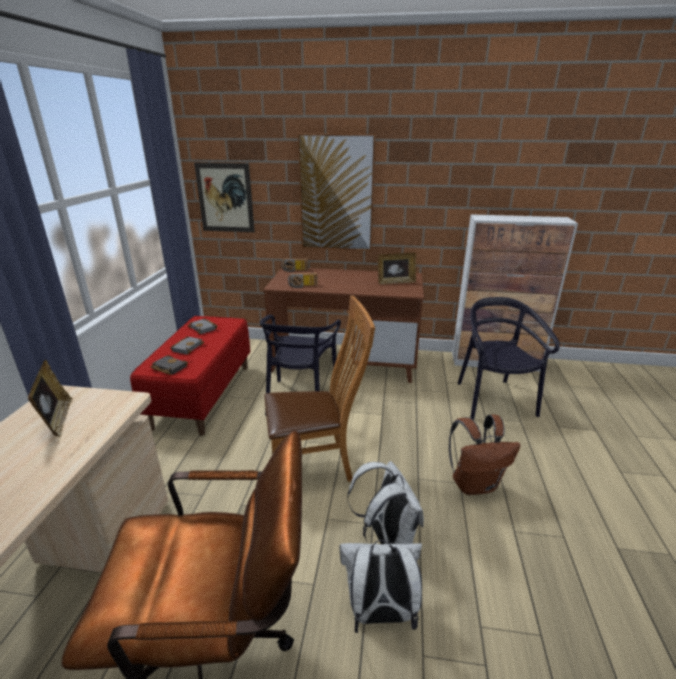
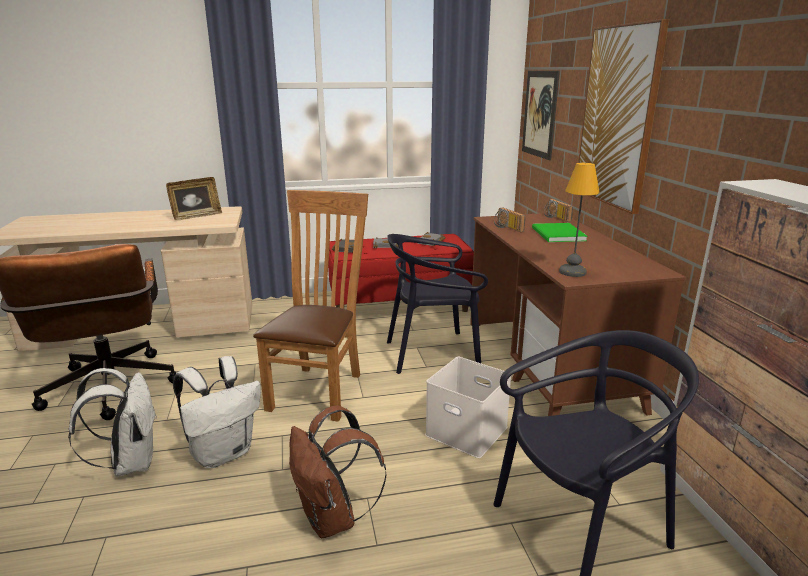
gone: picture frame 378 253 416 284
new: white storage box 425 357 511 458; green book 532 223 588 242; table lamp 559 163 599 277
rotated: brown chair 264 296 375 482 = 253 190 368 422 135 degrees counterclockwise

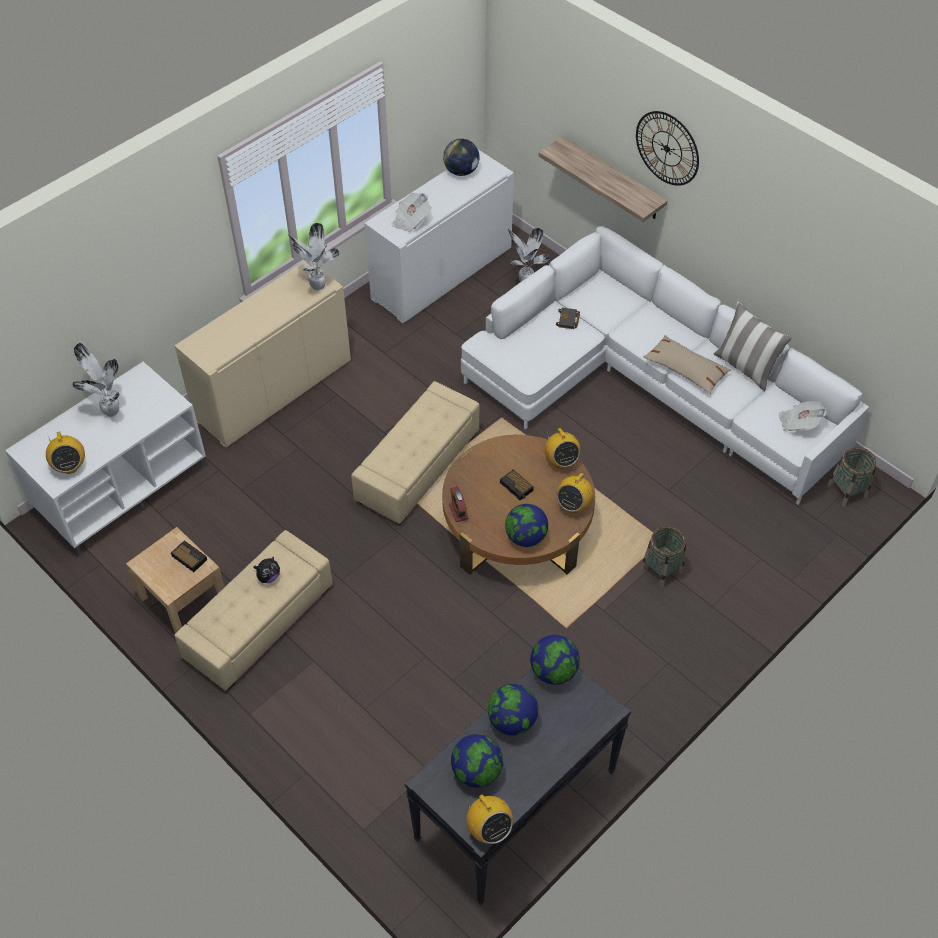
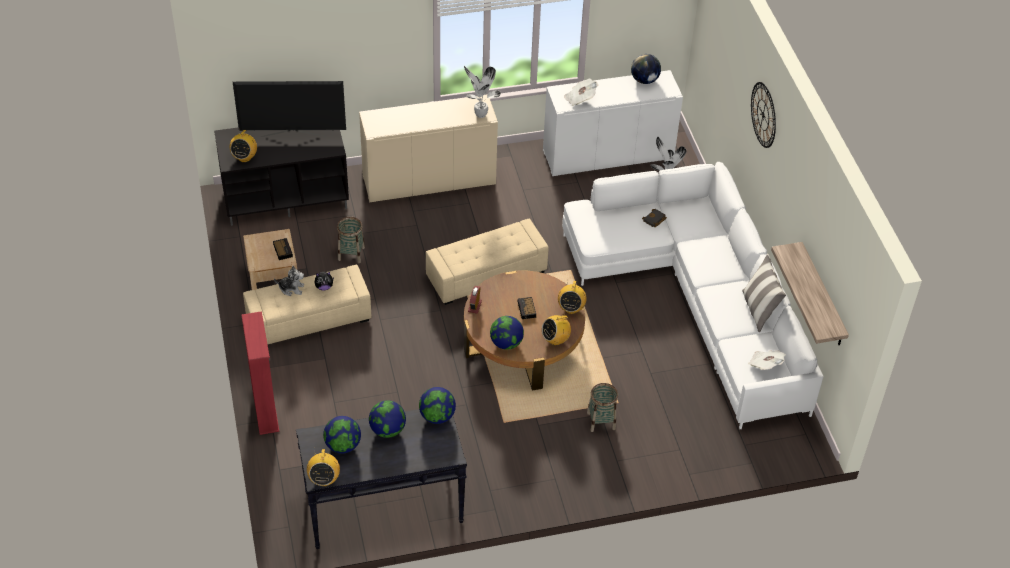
gone: beige pillow 643 335 731 394
new: red bookcase 241 311 280 435; plush toy 274 266 304 296
shifted: shelf 539 136 667 222 to 771 242 849 346; basket 827 447 876 506 to 337 217 365 263
swapped: potted plant 72 343 120 417 to television 233 81 346 137
repainted: white tv stand 5 362 206 556 to black tv stand 214 127 349 226

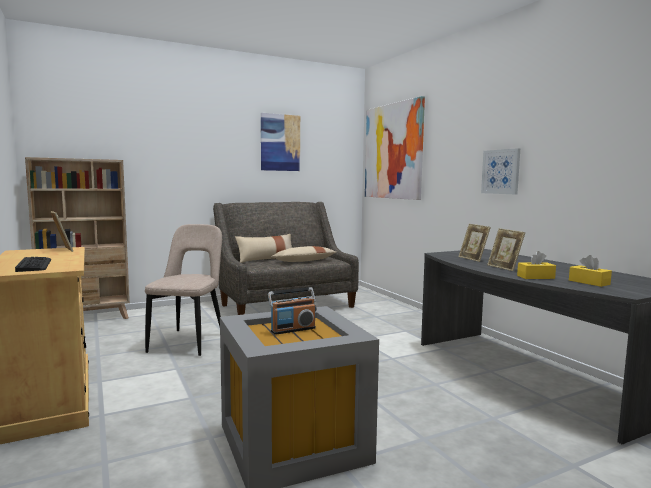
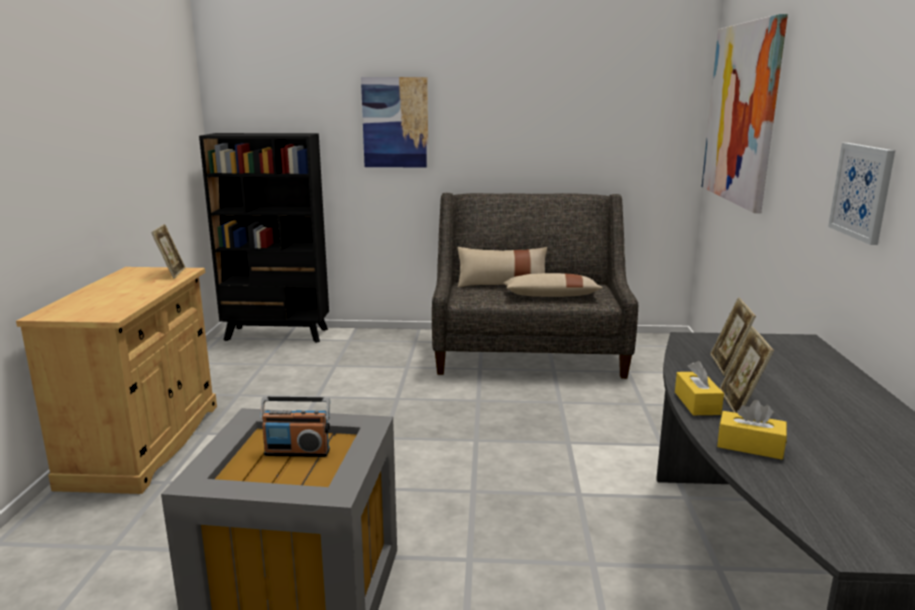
gone: keyboard 15 257 51 272; beige chair 145 224 222 356
shifted: picture 261 113 300 171 to 361 77 429 168; yellow tissue box 569 255 612 287 to 675 361 724 415
repainted: beige bookcase 25 157 130 319 to black bookcase 199 133 329 343

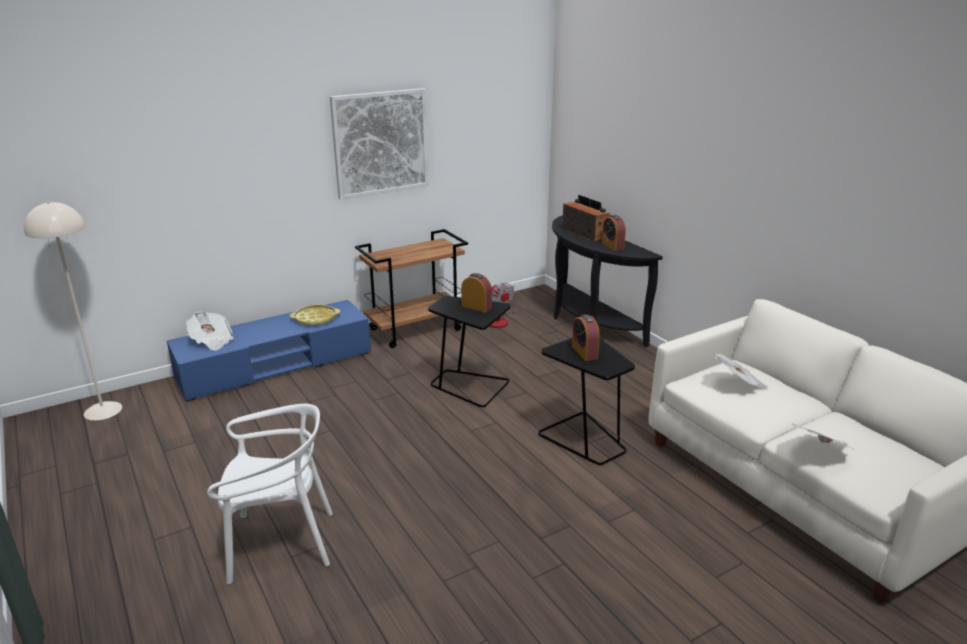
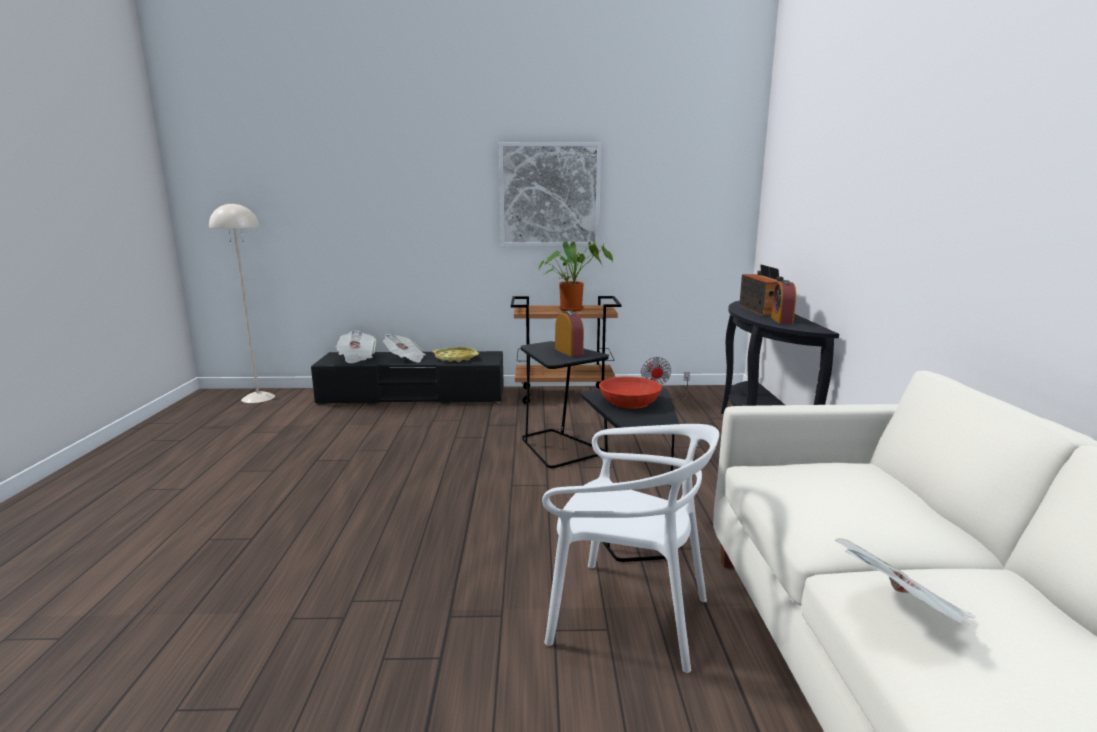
new: potted plant 538 241 613 312
shifted: white chair 207 404 333 584 to 542 424 719 673; newspaper 715 354 768 387 to 383 334 426 362
swapped: alarm clock 572 314 600 361 to red bowl 599 377 662 409
repainted: blue tv stand 167 300 371 402 to black tv stand 311 351 504 405

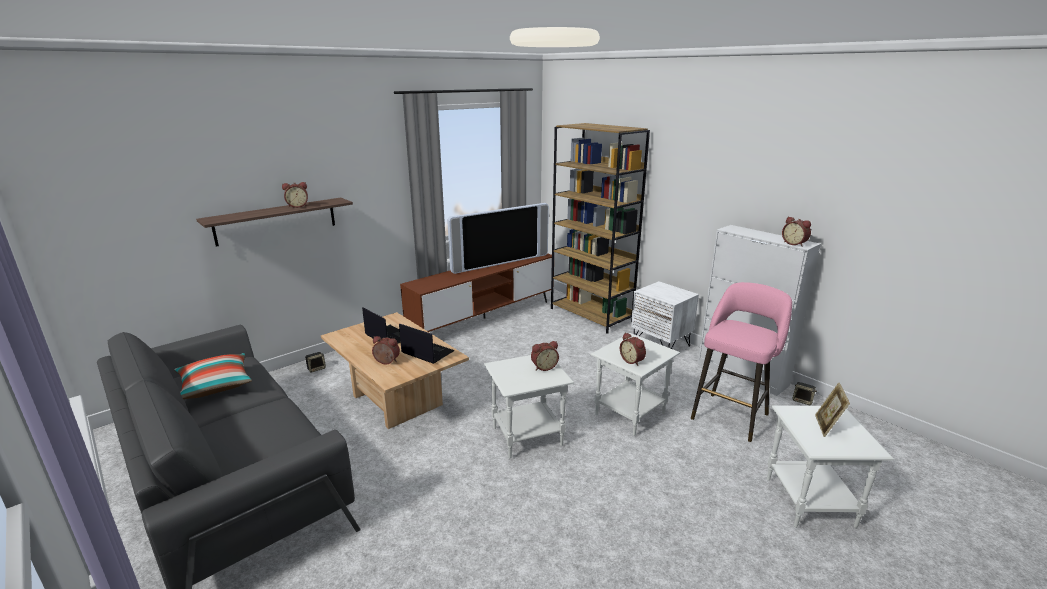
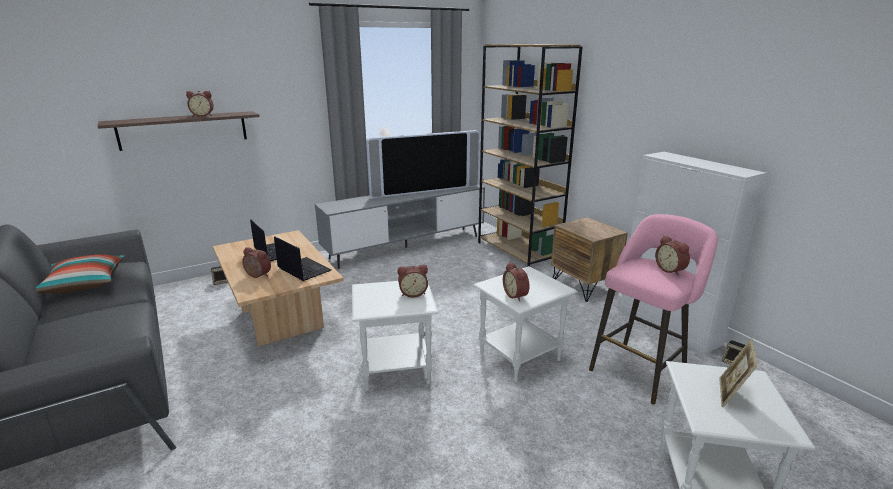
shifted: alarm clock 782 217 811 247 to 655 236 690 276
repainted: brown tv stand 400 253 554 332 to grey tv stand 315 185 485 269; white nightstand 631 281 699 349 to brown nightstand 551 217 628 302

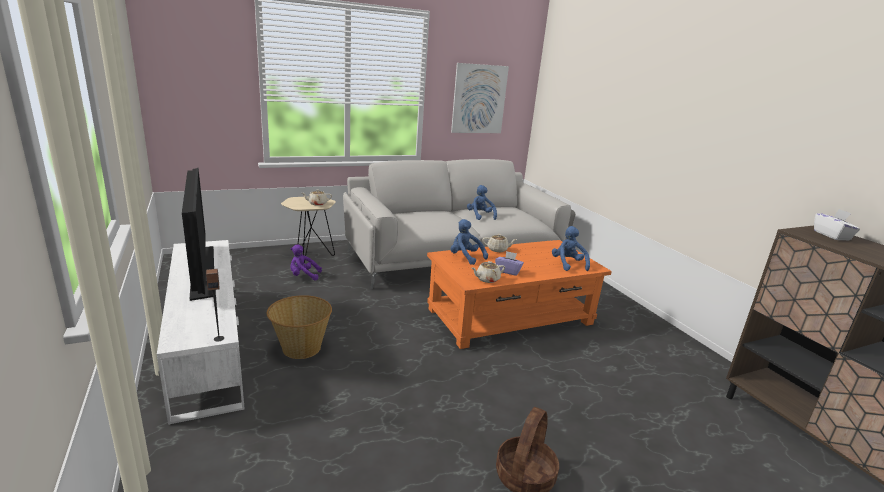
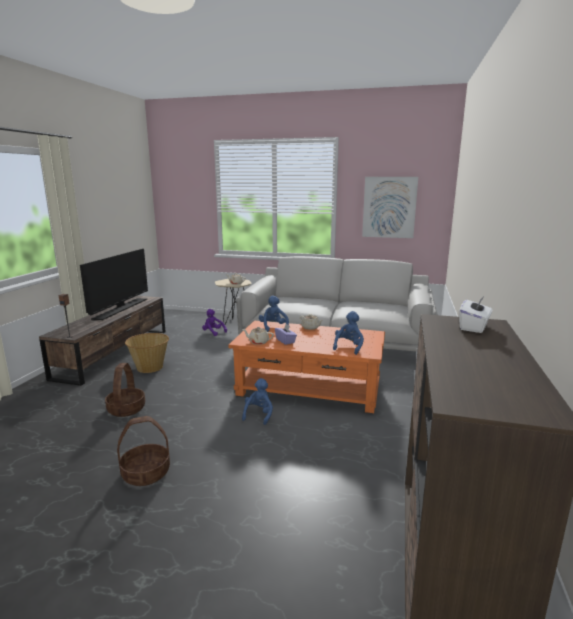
new: basket 105 363 145 417
shifted: blue plush toy 467 185 497 220 to 242 378 273 425
repainted: white tv stand 157 240 245 425 to brown tv stand 39 296 165 386

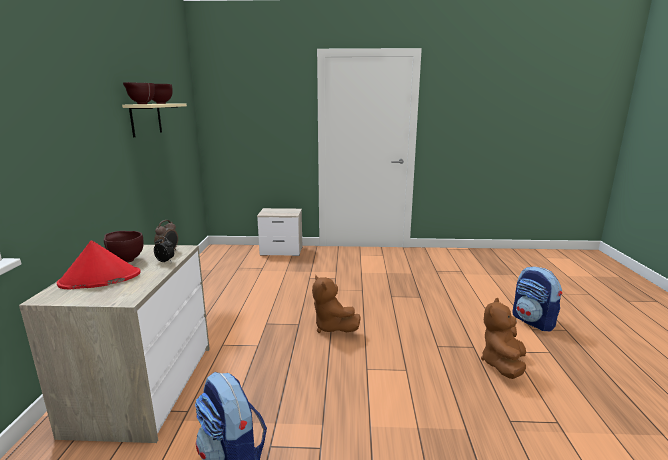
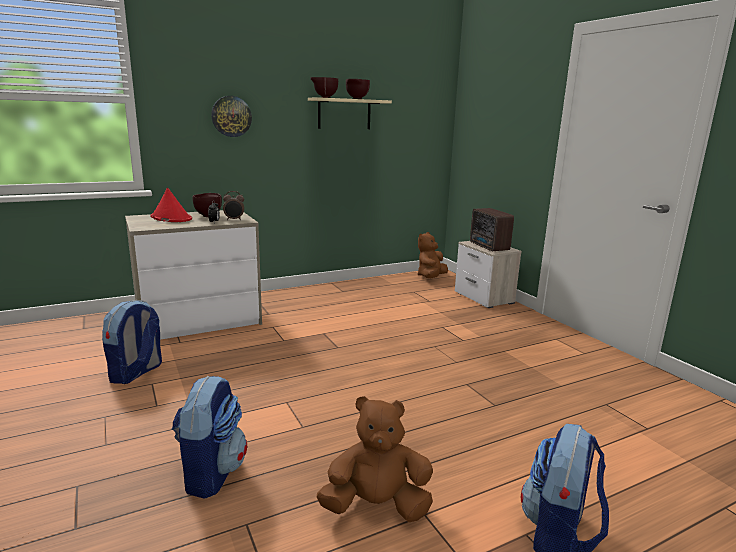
new: backpack 171 376 247 499; wall clock 211 96 252 137; radio 470 208 514 251
shifted: brown plush toy 312 275 361 333 to 418 232 448 278

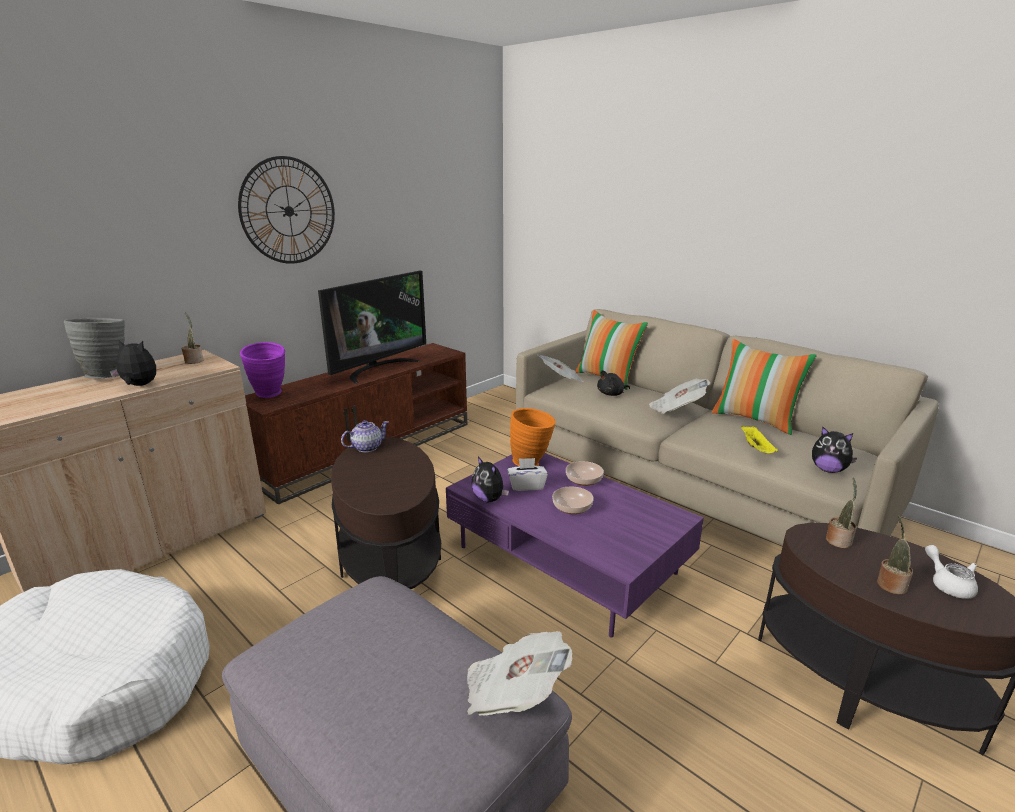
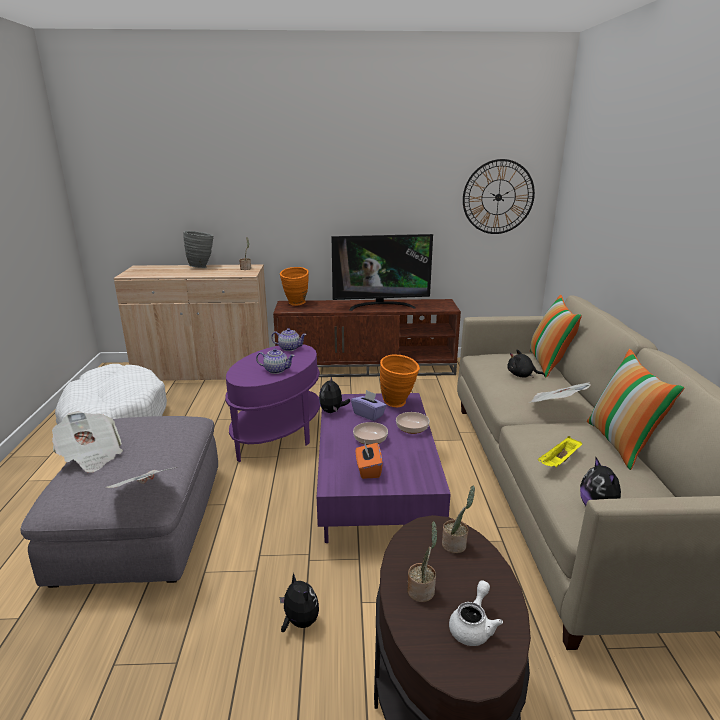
new: teapot 256 348 295 374; orange tissue box 356 443 383 479
shifted: plush toy 110 339 156 386 to 280 573 319 632; wall clock 238 156 335 264 to 463 159 535 234; newspaper 538 355 584 382 to 52 411 123 472
repainted: purple vase 240 342 285 398 to orange vase 280 267 309 306; brown side table 331 437 441 589 to purple side table 225 344 320 462; white tissue box 507 458 548 491 to purple tissue box 351 390 387 421

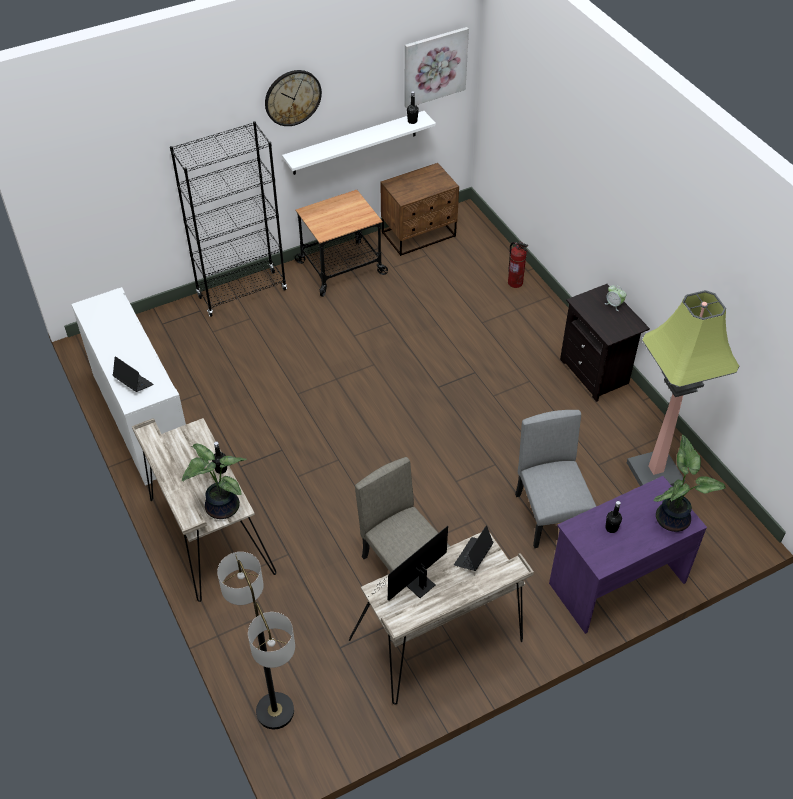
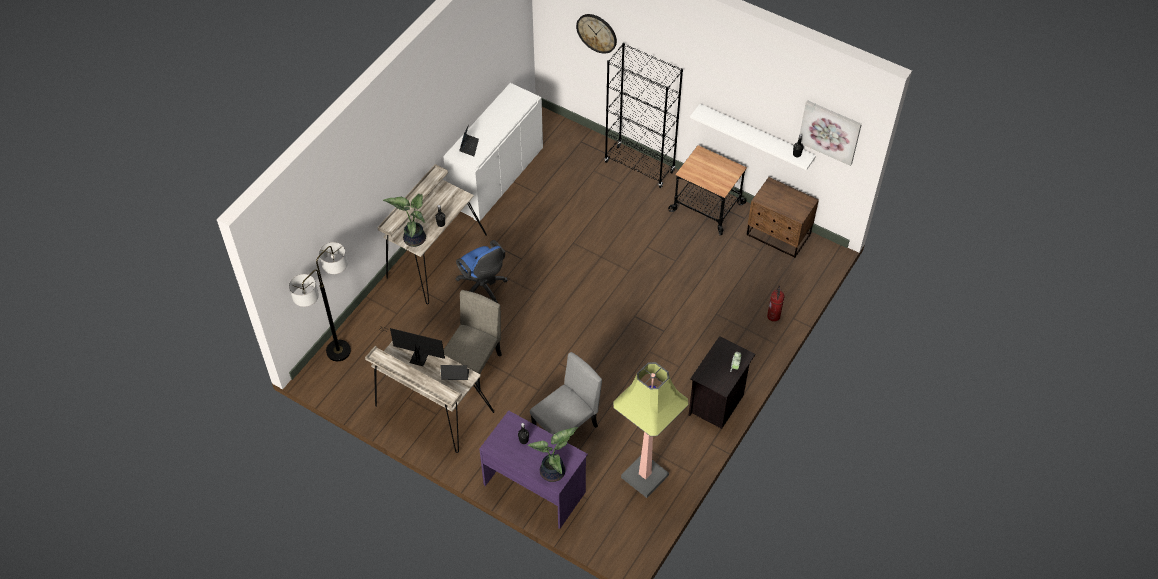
new: blue office chair 455 240 508 303
shifted: wall clock 265 70 322 126 to 576 14 617 54

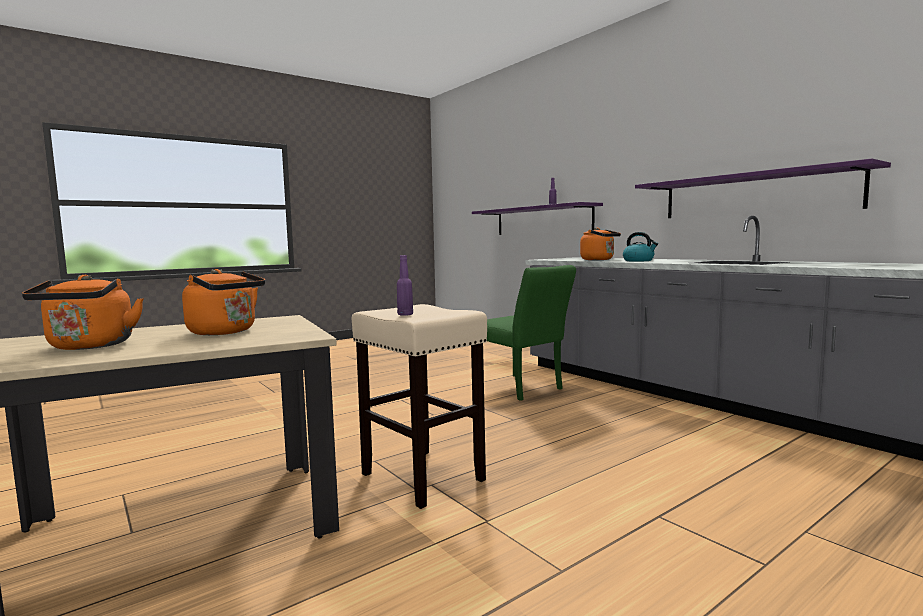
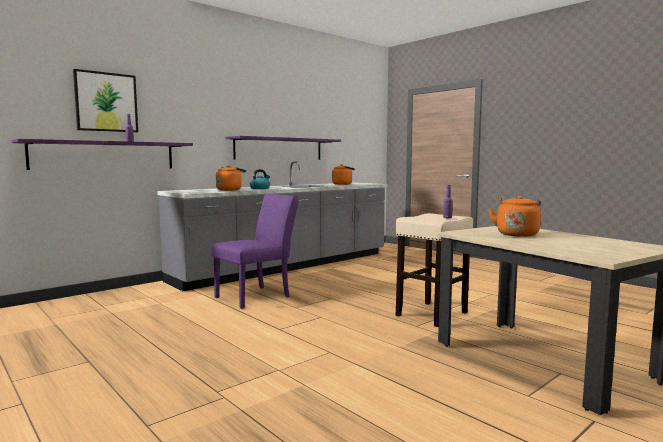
new: picture 73 69 138 132
shifted: orange kettle 22 275 144 350 to 332 164 355 185
repainted: green chair 487 265 576 401 to purple chair 211 193 299 309

